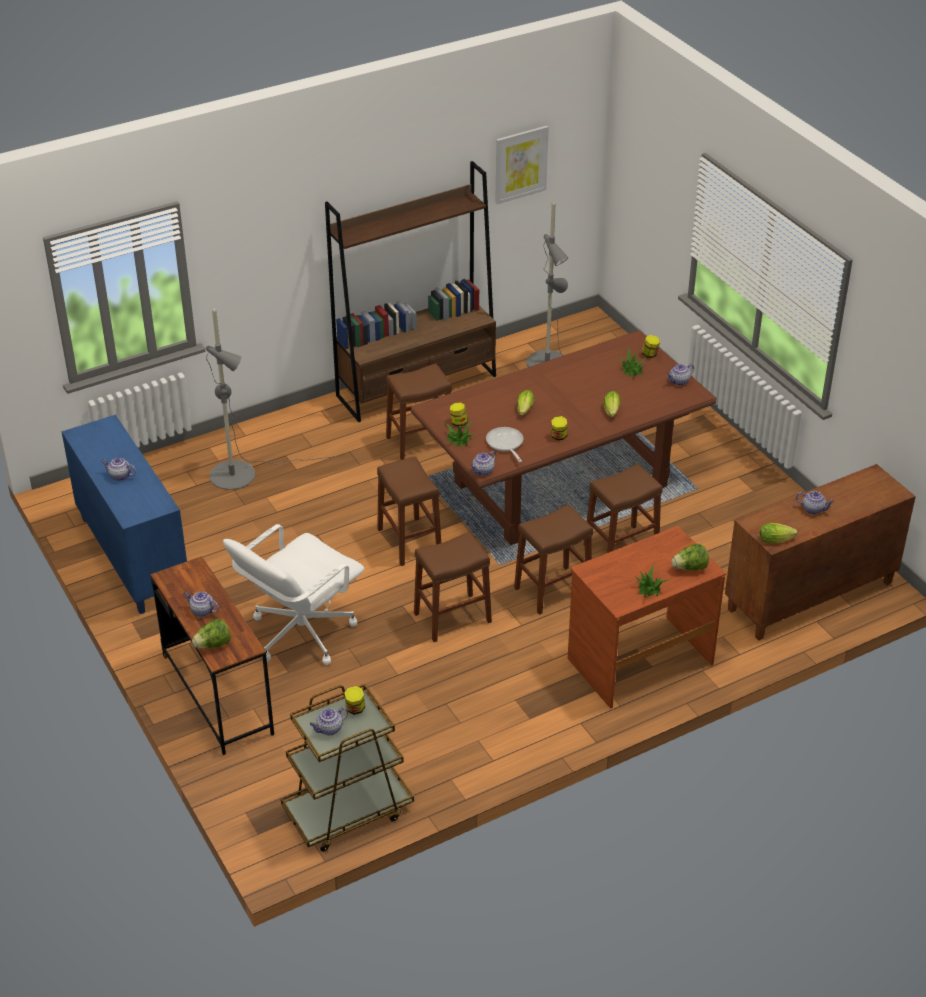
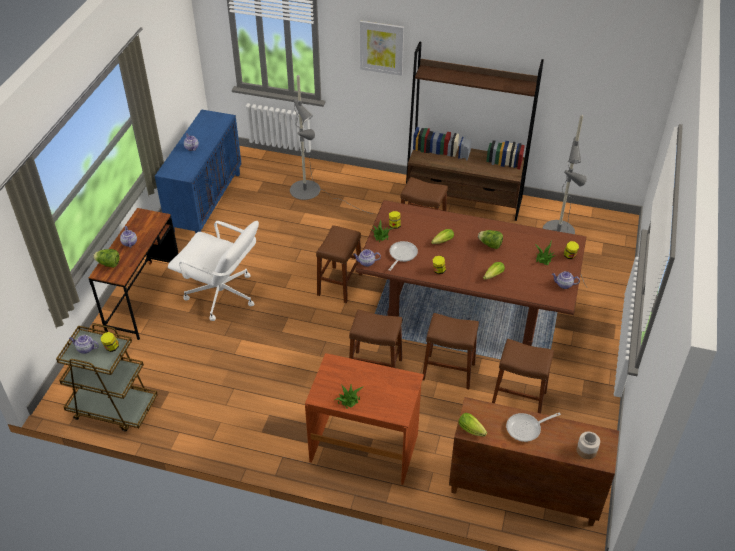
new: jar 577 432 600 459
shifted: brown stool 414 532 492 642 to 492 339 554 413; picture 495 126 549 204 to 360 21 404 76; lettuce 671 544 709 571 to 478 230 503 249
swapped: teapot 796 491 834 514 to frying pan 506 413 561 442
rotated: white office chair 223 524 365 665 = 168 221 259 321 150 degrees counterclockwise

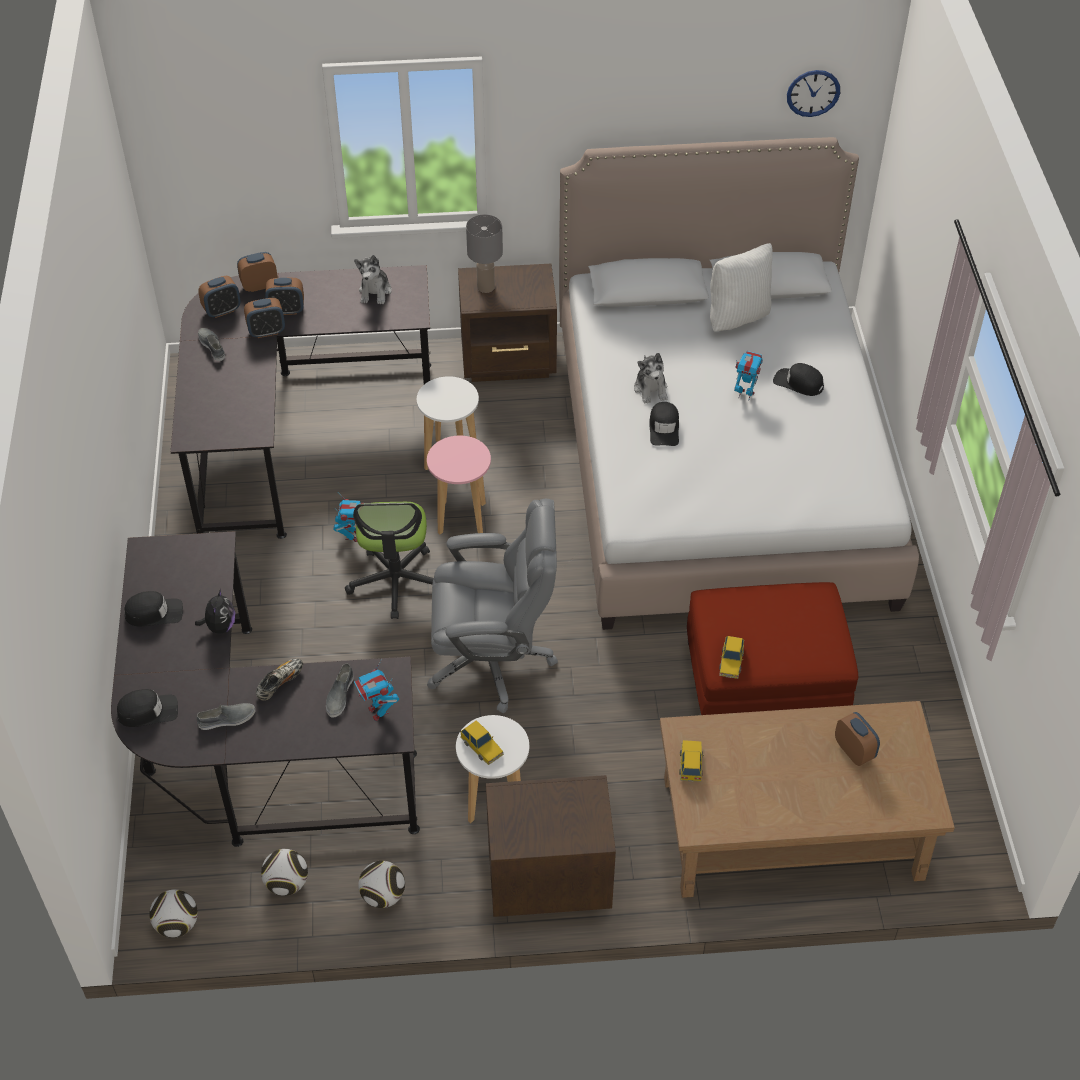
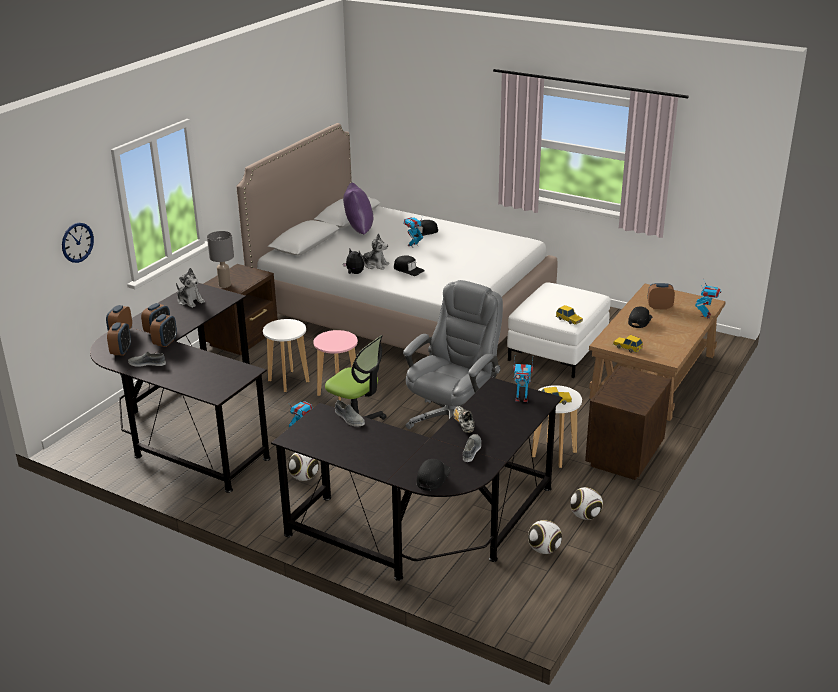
new: toy robot 695 283 721 319
shifted: black cap 125 591 183 626 to 628 307 652 328; football 149 889 198 938 to 288 453 319 481; plush toy 195 589 235 634 to 343 249 364 274; grey shoe 326 663 354 718 to 335 400 365 427; wall clock 787 70 840 117 to 62 223 94 263
repainted: red ottoman 687 582 858 715 to white ottoman 507 282 611 378; white pillow 710 243 772 332 to purple pillow 343 183 373 234

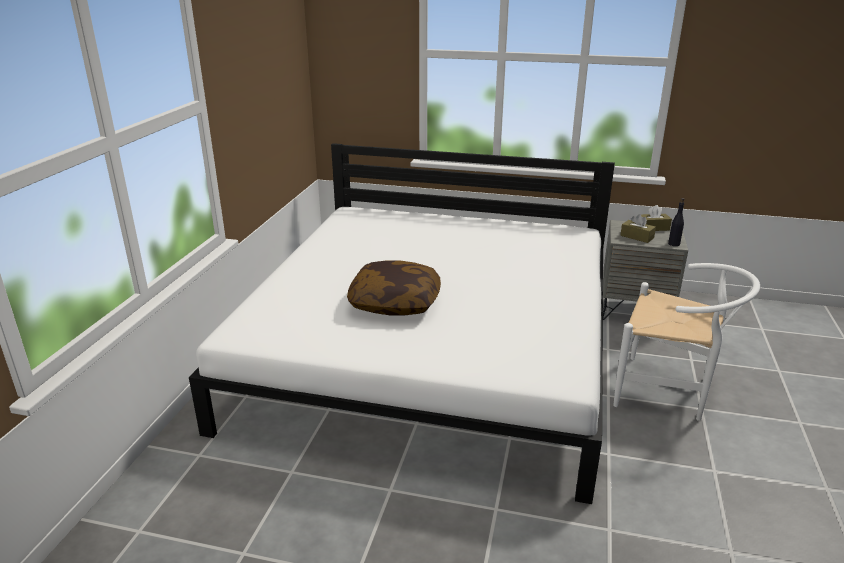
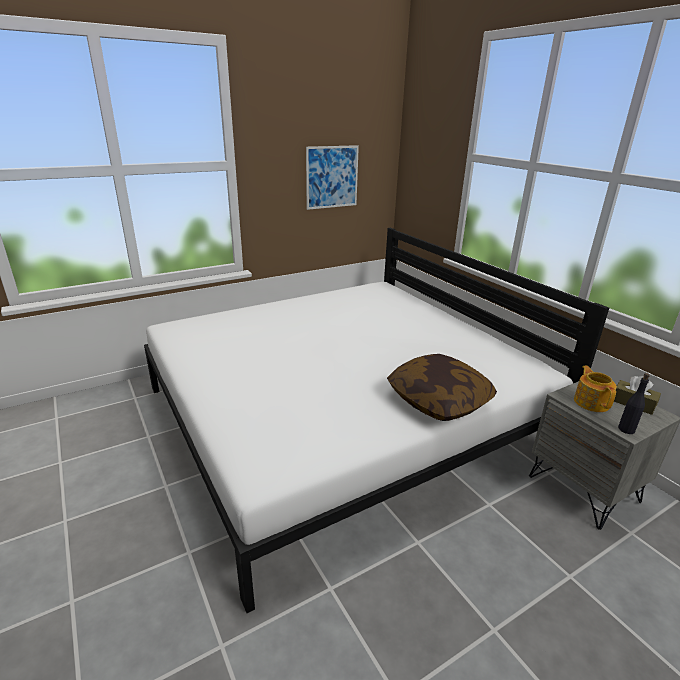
gone: white chair 613 263 760 421
new: picture 306 145 359 210
shifted: pillow 347 260 441 315 to 387 354 497 421
swapped: brown tissue box 620 214 656 243 to teapot 574 366 617 412

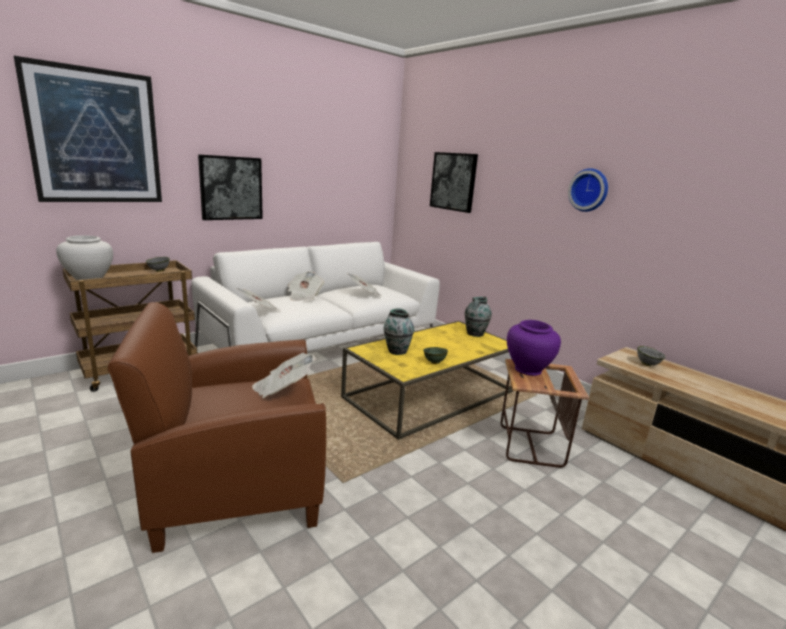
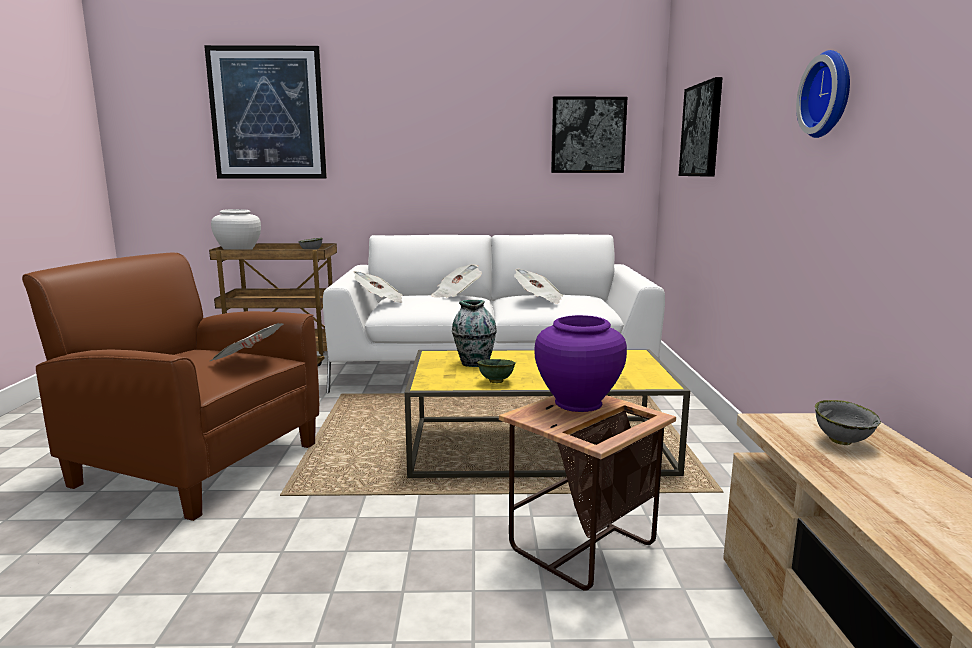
gone: vase 465 297 492 337
shifted: picture 198 154 263 220 to 551 97 627 173

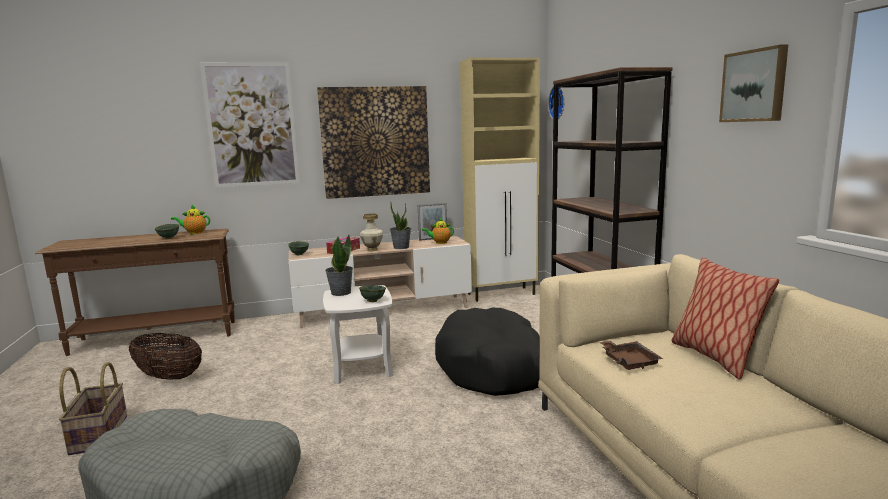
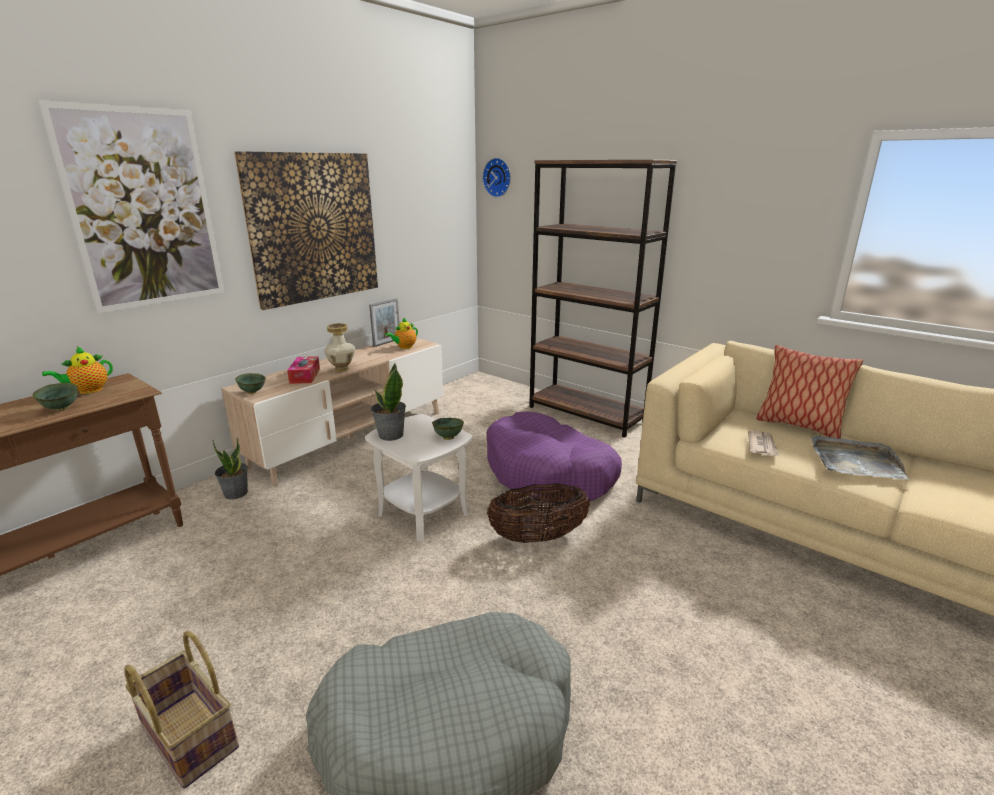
gone: beige cabinet 460 58 540 302; picture 719 44 789 122
new: grey tray 811 435 909 480
shifted: basket 129 333 202 380 to 487 483 590 543; potted plant 390 202 411 249 to 212 438 248 500
swapped: brown tray 599 341 663 370 to newspaper 748 430 779 456
repainted: black dog bed 435 308 540 396 to purple dog bed 487 411 622 504

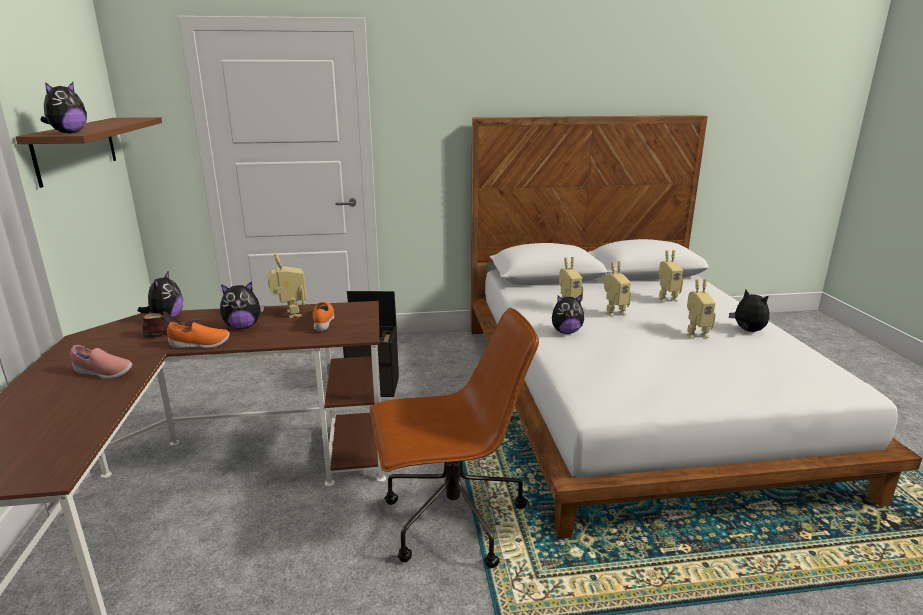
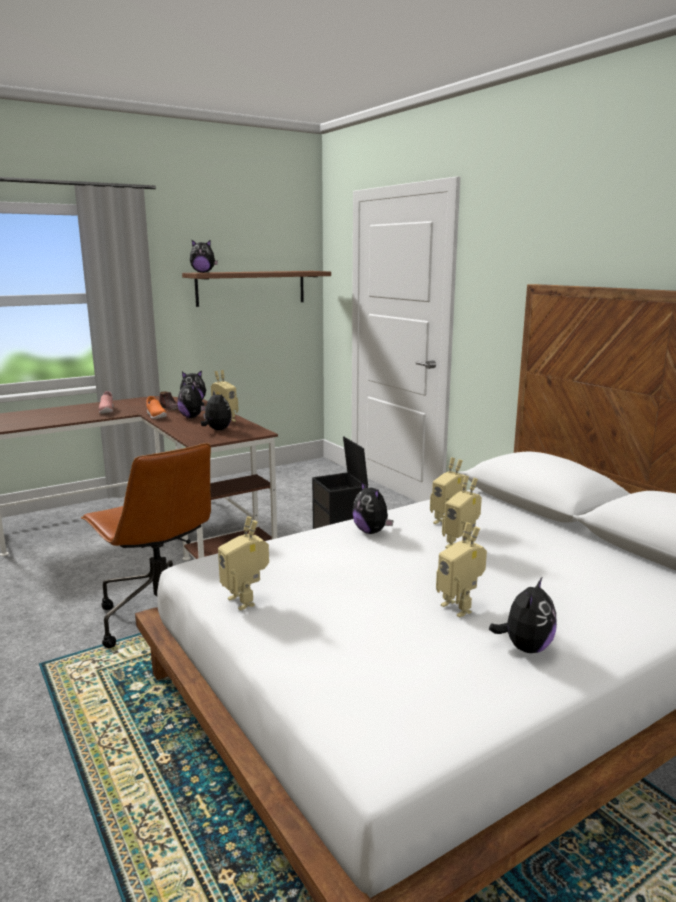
shifted: toy robot 659 250 683 302 to 218 516 269 610
swapped: orange shoe 313 302 334 331 to plush toy 201 390 232 430

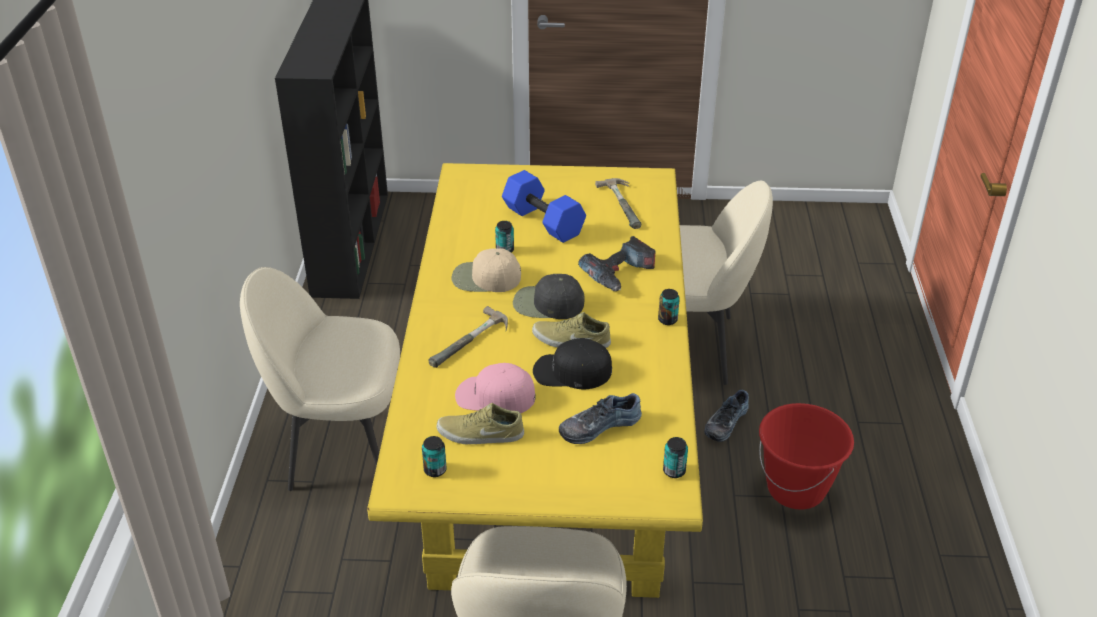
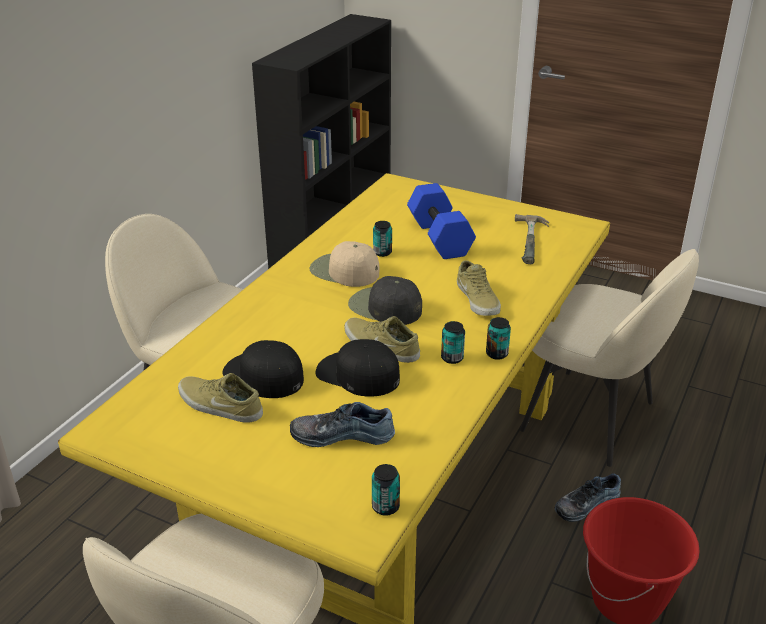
gone: hammer 429 306 508 368
shifted: can 422 436 447 477 to 441 321 465 364
swapped: power drill 578 236 655 291 to beige shoe 457 260 501 316
repainted: pink cap 455 363 536 413 to black cap 222 340 304 398

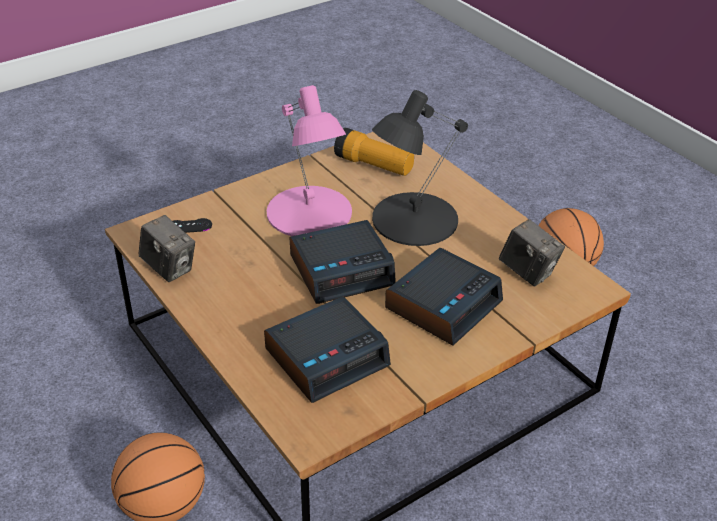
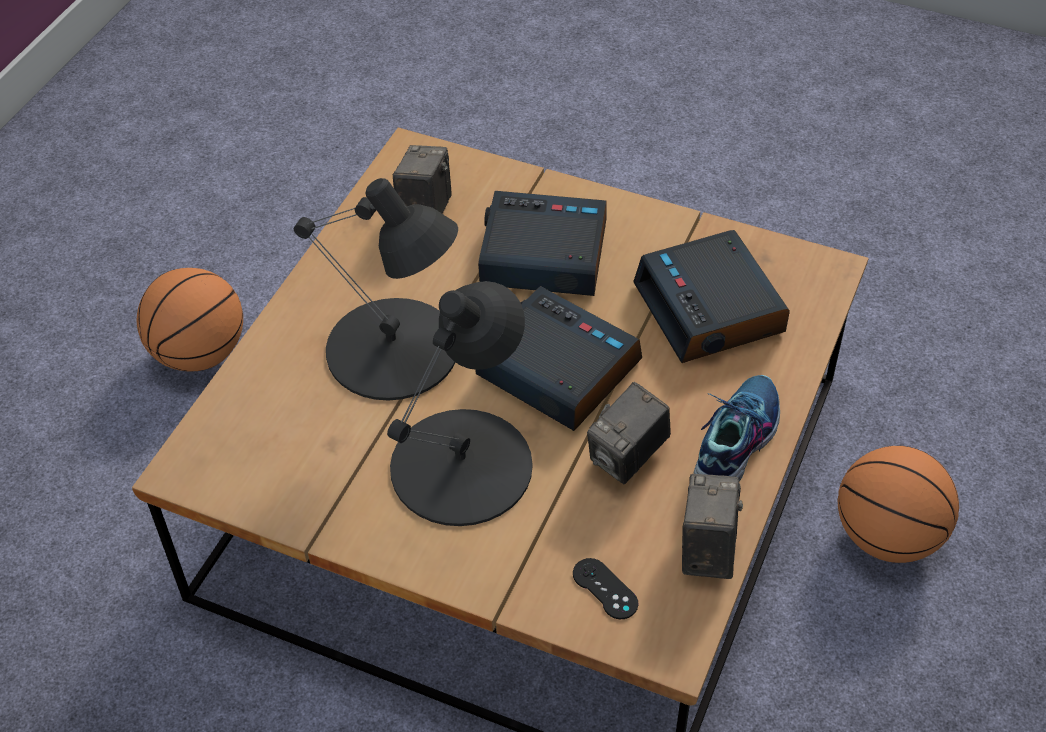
gone: flashlight 334 128 414 176
new: photo camera 587 382 671 484; shoe 694 375 780 481
repainted: pink table lamp 267 85 352 236 to black table lamp 387 281 533 526
rotated: alarm clock 264 296 391 403 = 633 230 790 363 135 degrees counterclockwise

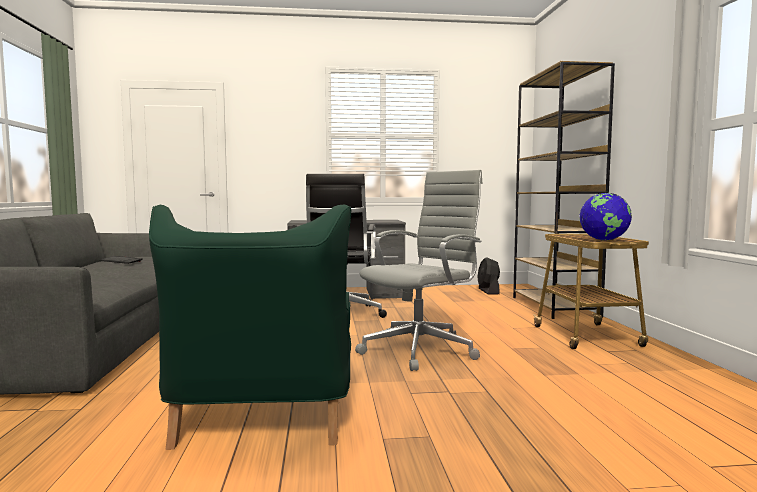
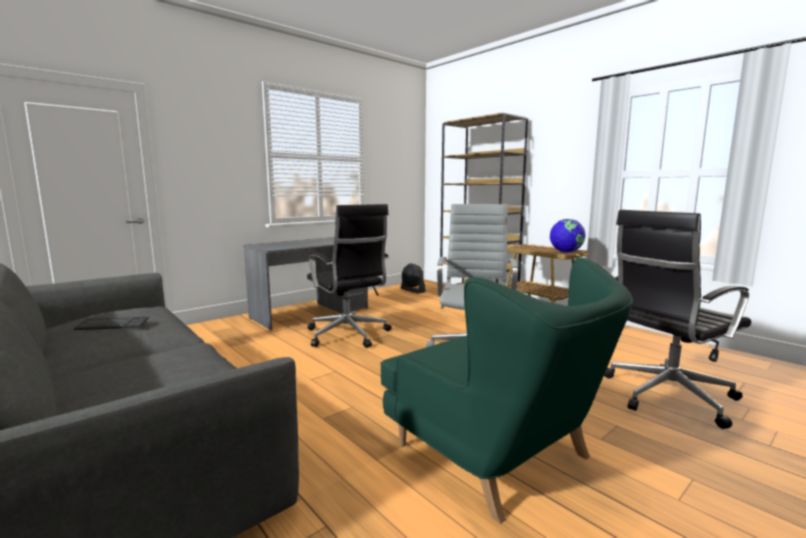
new: black office chair 604 210 751 429

